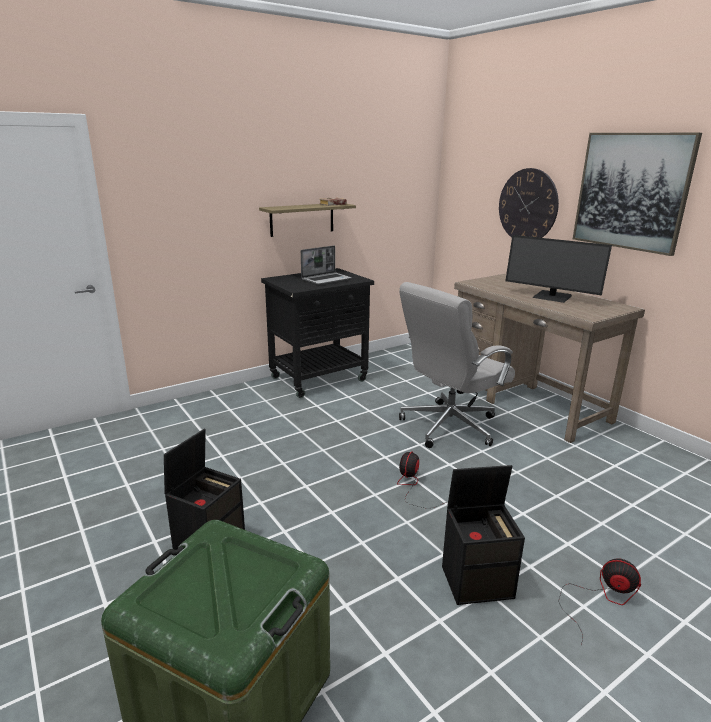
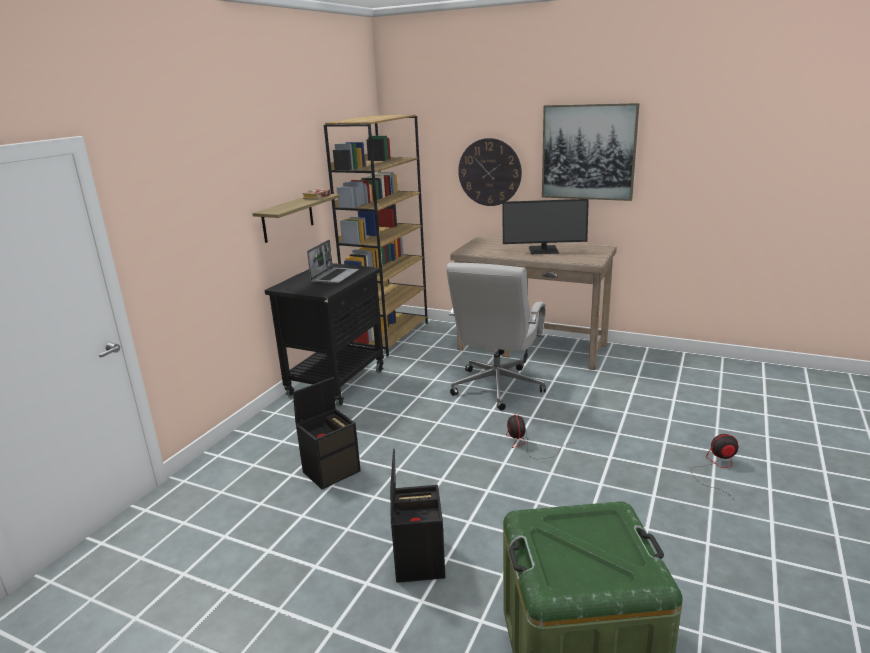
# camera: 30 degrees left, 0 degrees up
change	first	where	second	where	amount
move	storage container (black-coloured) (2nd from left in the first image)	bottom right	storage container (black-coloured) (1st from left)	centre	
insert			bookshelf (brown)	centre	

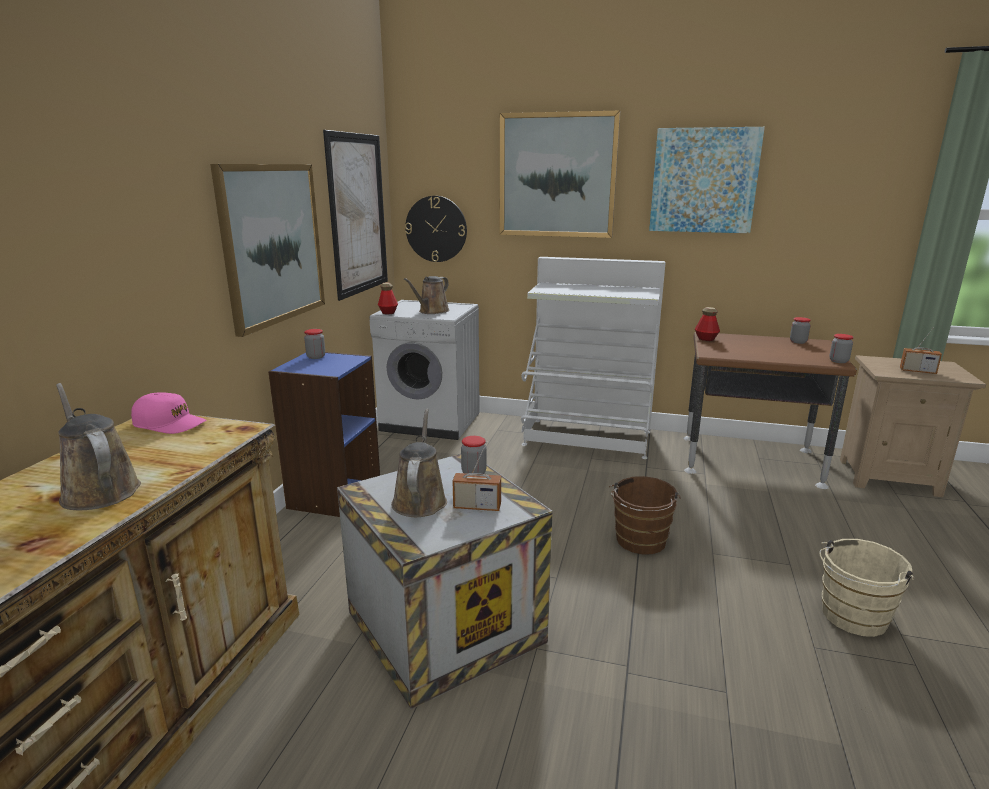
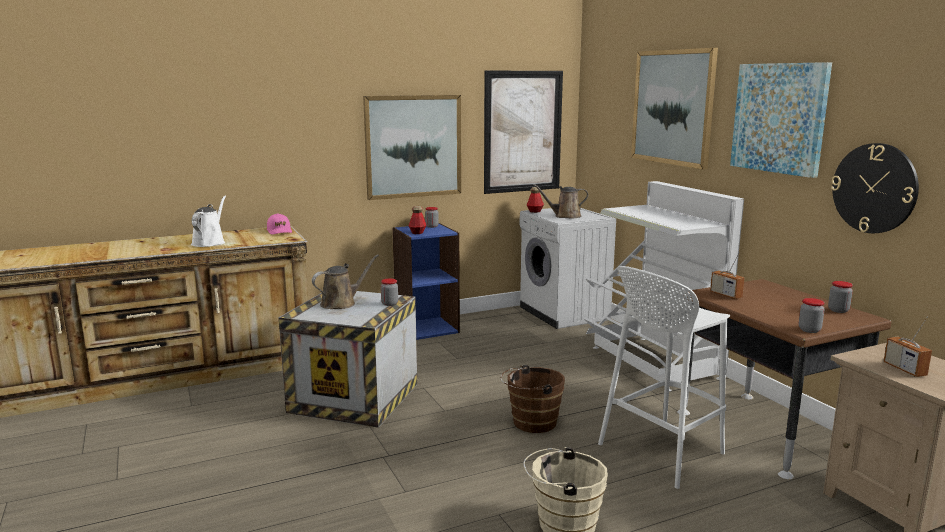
# camera: 50 degrees right, 5 degrees down
change	first	where	second	where	amount
recolor	watering can (brown) (1st from left)	middle left	watering can (white)	middle left	
move	wall clock	top centre		middle right	
move	radio set (1st from left)	centre		middle right	
move	drink bottle (2nd from left in the first image)	middle right	drink bottle (1st from left)	centre	
insert			stool seat (white)	bottom right	

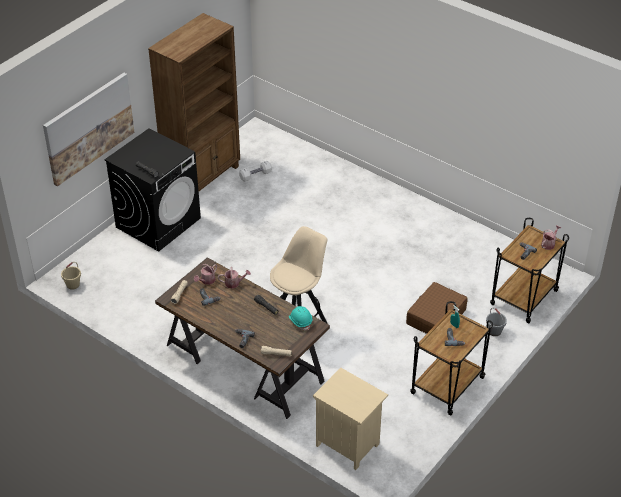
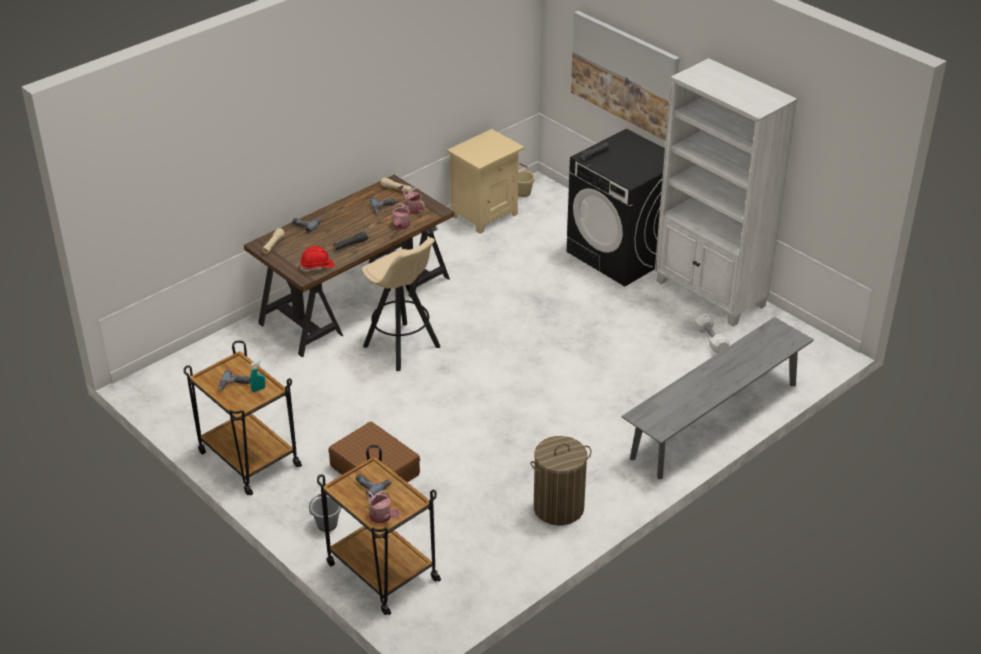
# camera: 100 degrees right, 5 degrees down
change	first	where	second	where	amount
recolor	bookshelf (brown)	top left	bookshelf (white)	top right	
recolor	safety helmet (blue-green)	centre	safety helmet (red-coloured)	middle left	
move	bedside table (beige-coloured)	bottom centre		top centre	
insert			hamper	bottom centre	
insert			bench (greyish)	middle right	

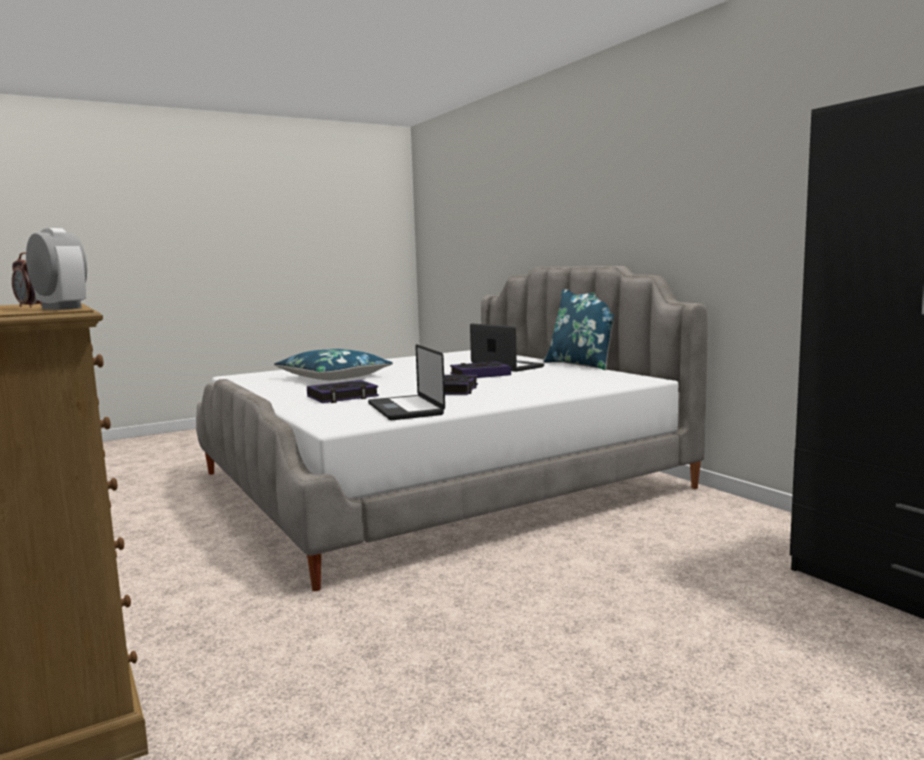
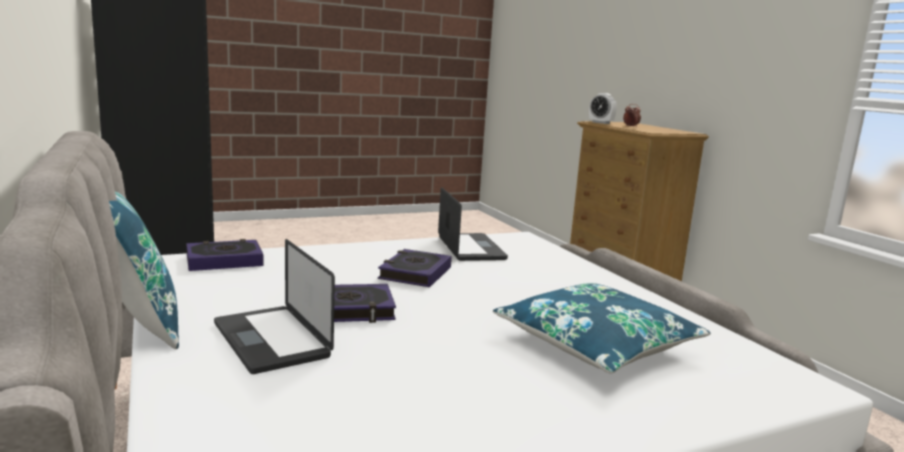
# camera: 175 degrees left, 5 degrees up
change	first	where	second	where	amount
move	book (1st from left)	centre		middle left	

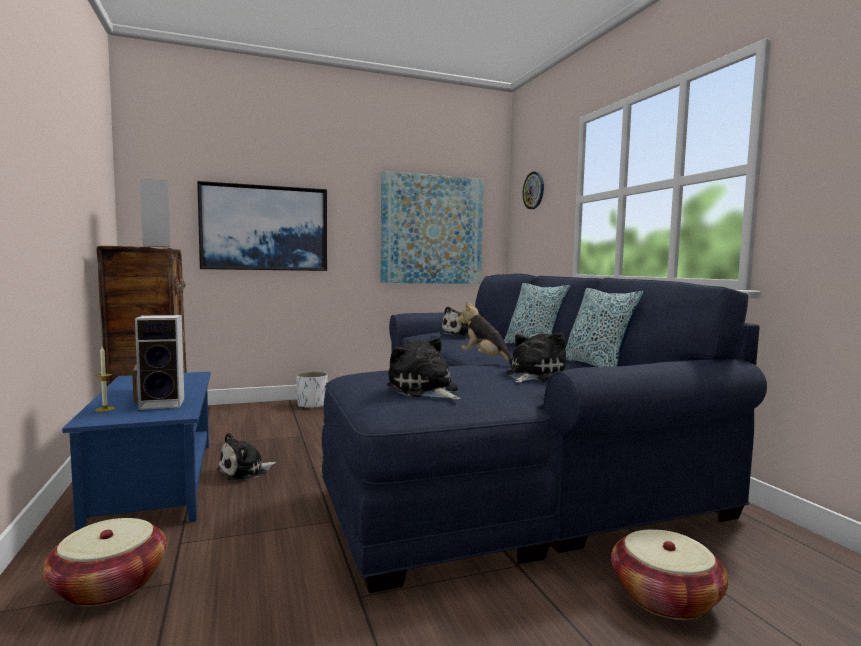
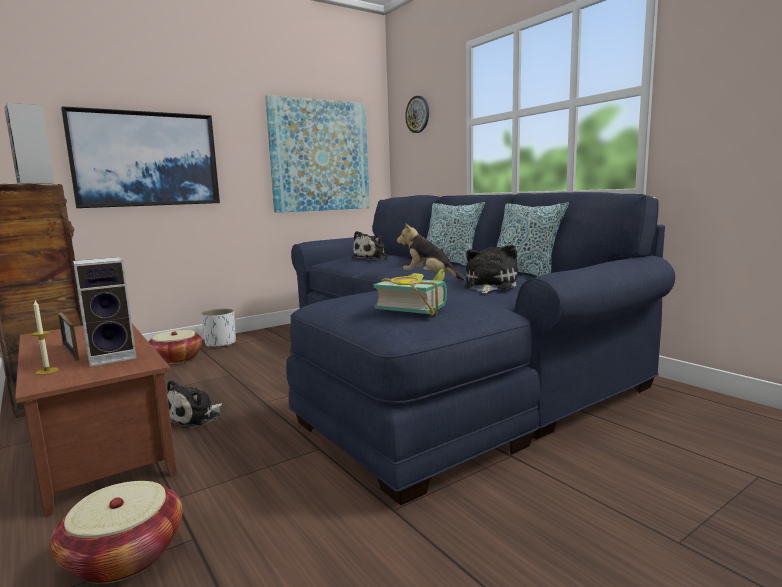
# camera: 15 degrees left, 5 degrees up
change	first	where	second	where	amount
recolor	low table (bluish)	bottom left	low table (brown)	bottom left	
replace	plush toy (2nd from left)	centre	book	centre	
move	household basket (2nd from left)	bottom right		middle left	

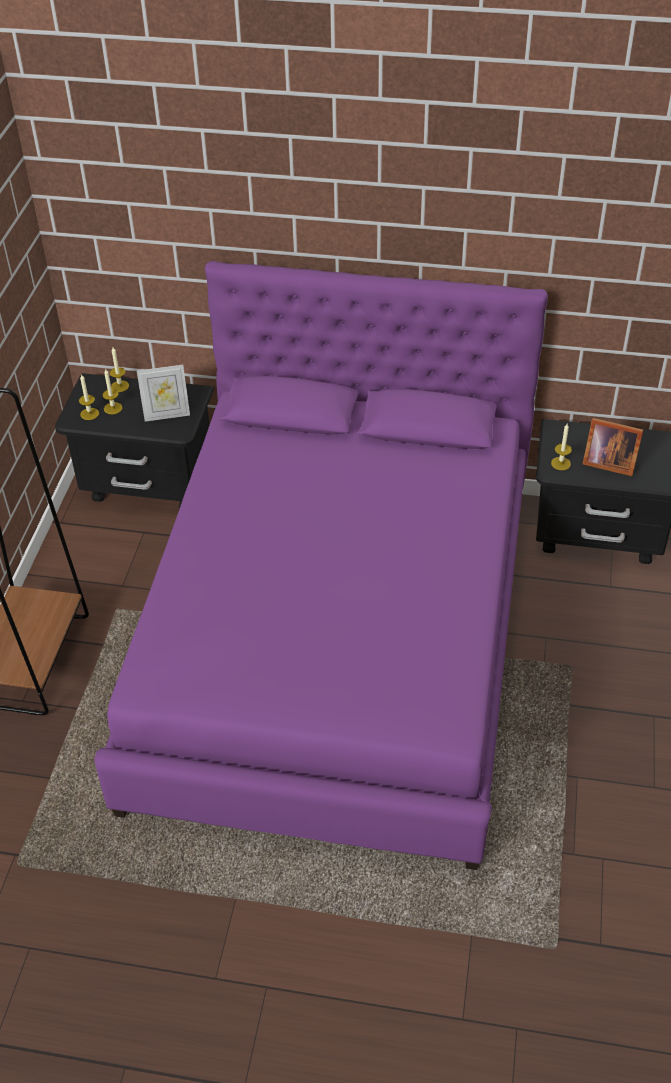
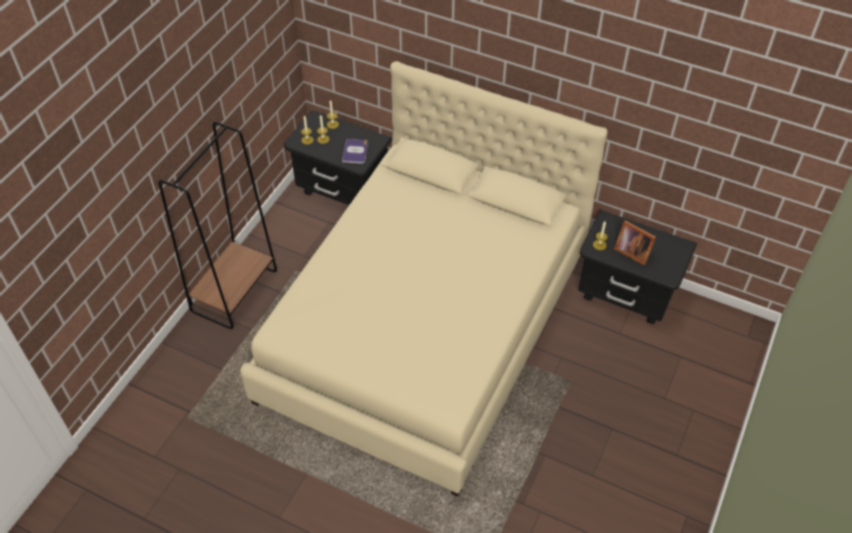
# camera: 15 degrees right, 5 degrees up
change	first	where	second	where	amount
recolor	bedroom bed (purple)	centre	bedroom bed (beige-coloured)	centre	
replace	photo frame (1st from left)	middle left	book	top centre	

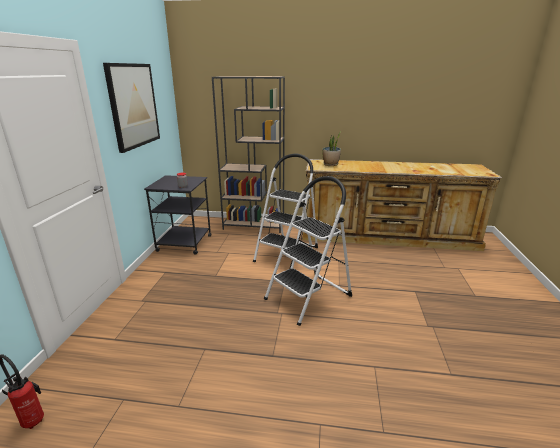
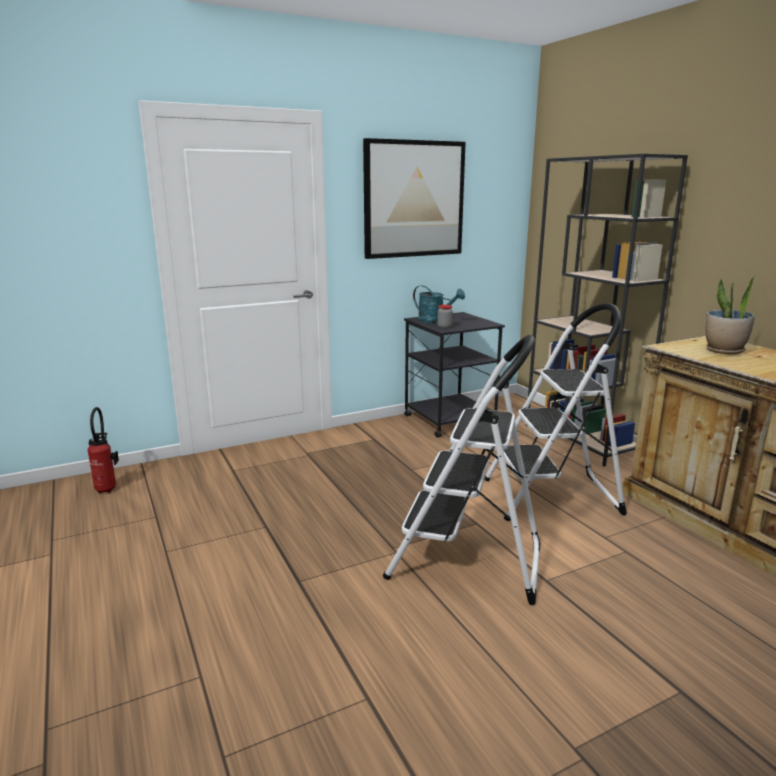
# camera: 55 degrees right, 5 degrees down
change	first	where	second	where	amount
insert			watering can (blue-green)	centre	

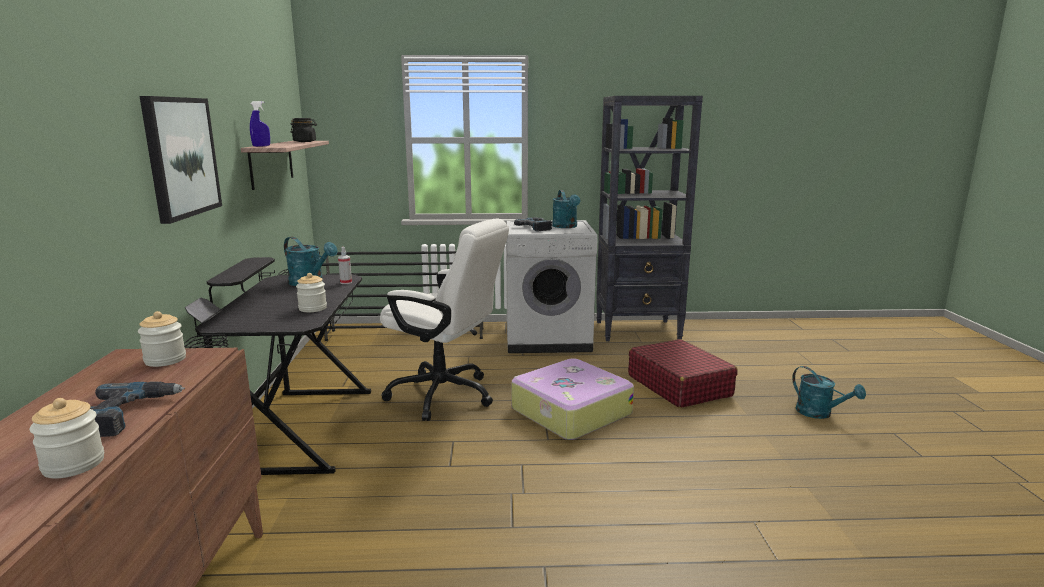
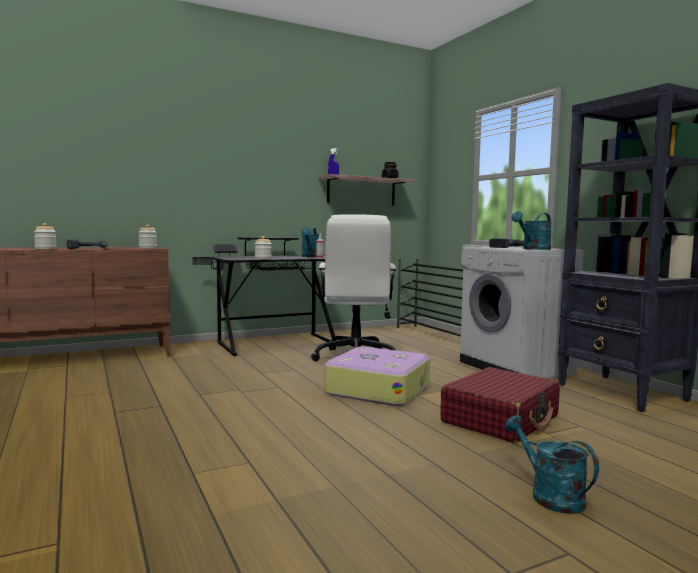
# camera: 65 degrees right, 10 degrees down
change	first	where	second	where	amount
delete	picture	top left			
rotate	watering can (blue-green) (3rd from left)	bottom right		bottom right	120 degrees clockwise

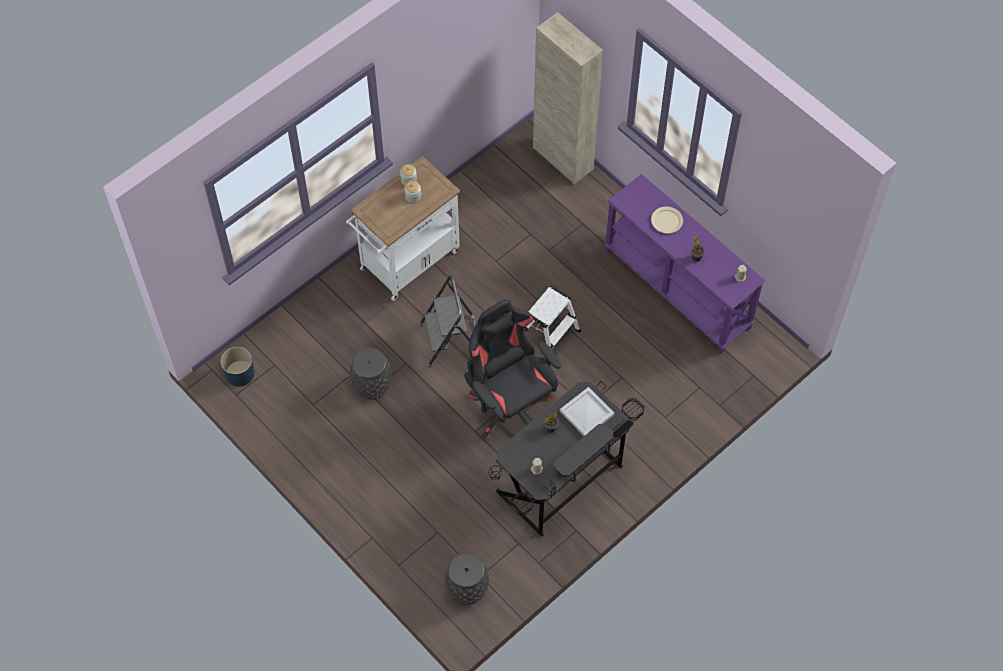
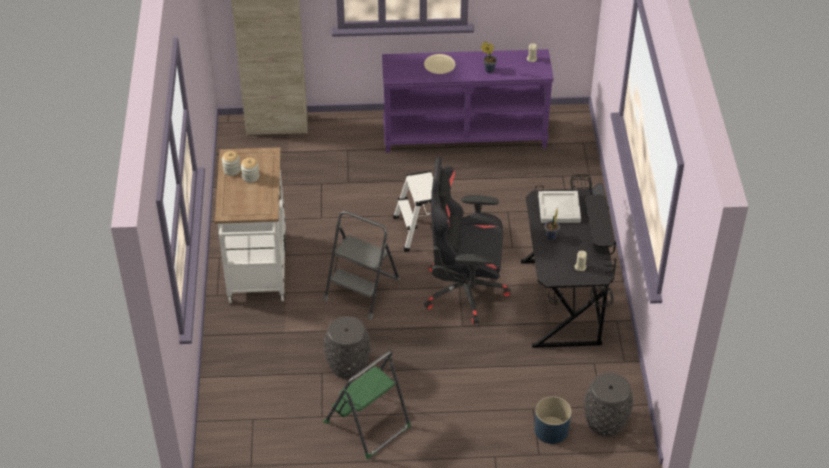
# camera: 50 degrees left, 15 degrees down
change	first	where	second	where	amount
move	plant pot (bluish)	middle left		bottom right	
insert			step ladder (green-coloured)	bottom centre	

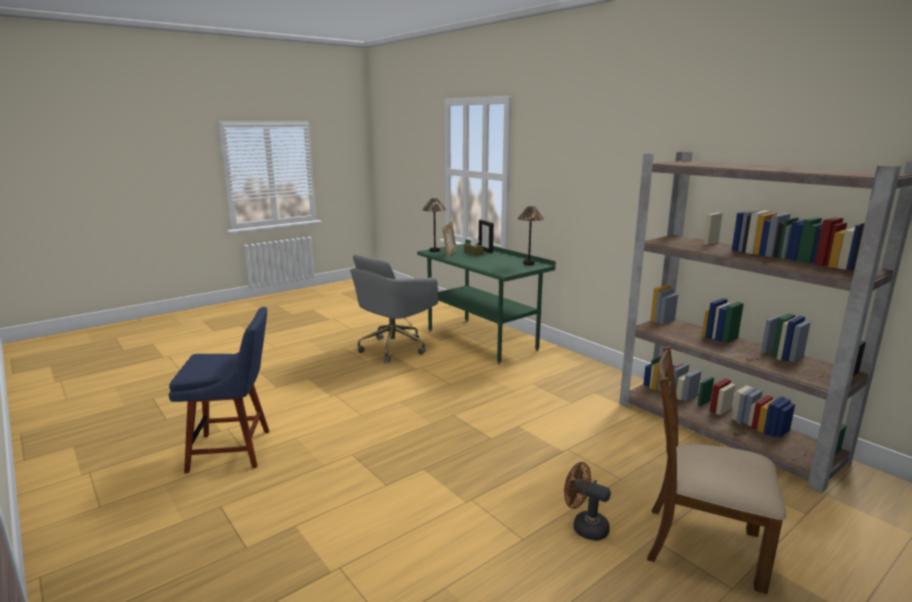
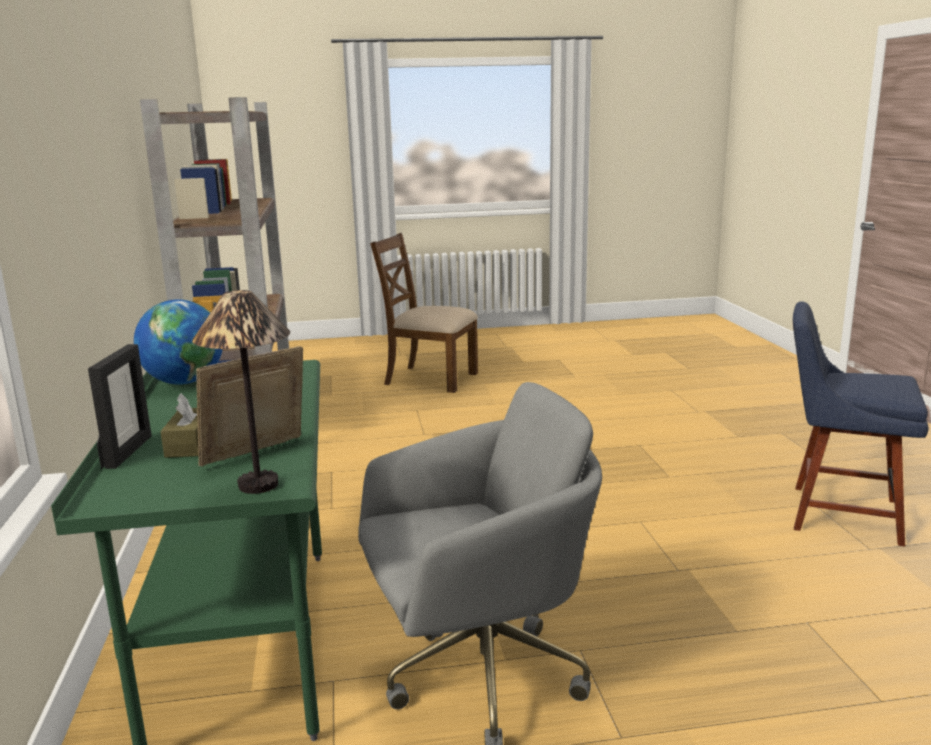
# camera: 150 degrees left, 0 degrees up
change	first	where	second	where	amount
replace	table lamp (2nd from left)	centre	world globe	middle left	
delete	fan (brown)	bottom centre			
rotate	chair (brown)	bottom right		centre	150 degrees clockwise

